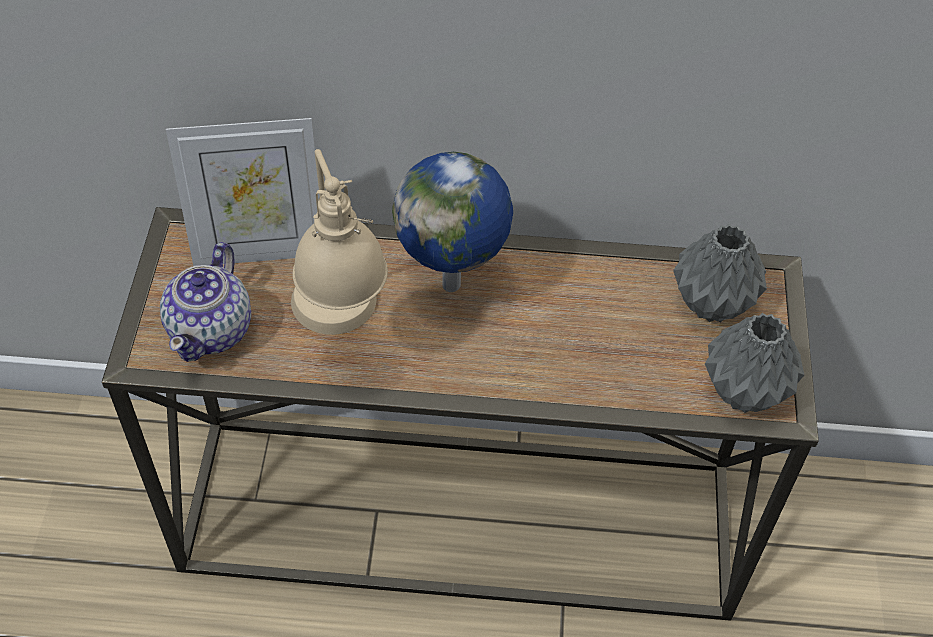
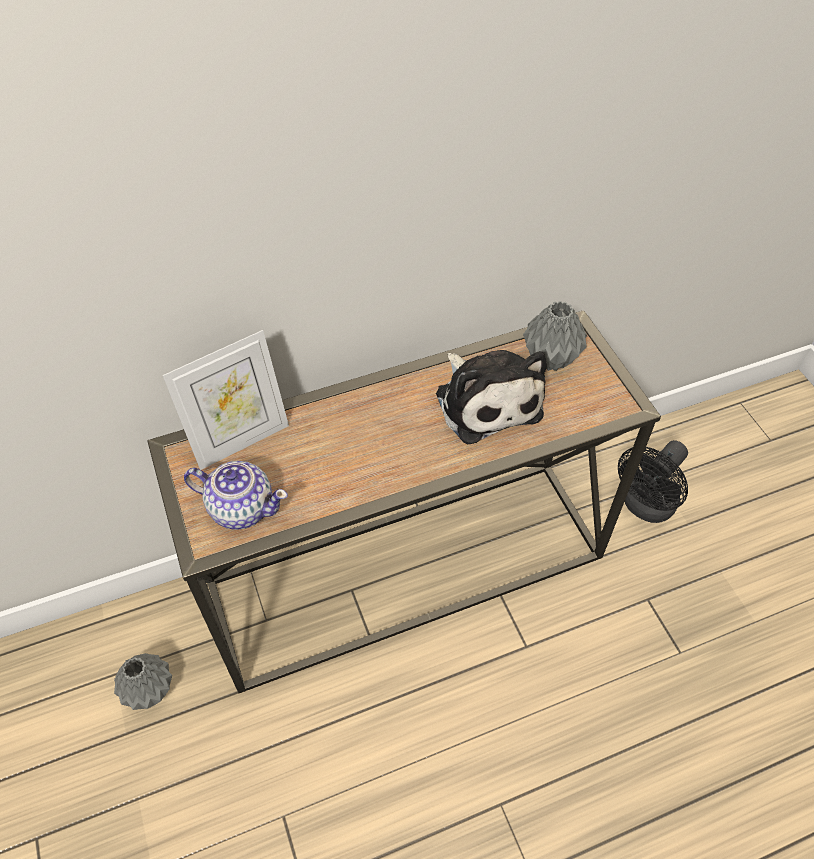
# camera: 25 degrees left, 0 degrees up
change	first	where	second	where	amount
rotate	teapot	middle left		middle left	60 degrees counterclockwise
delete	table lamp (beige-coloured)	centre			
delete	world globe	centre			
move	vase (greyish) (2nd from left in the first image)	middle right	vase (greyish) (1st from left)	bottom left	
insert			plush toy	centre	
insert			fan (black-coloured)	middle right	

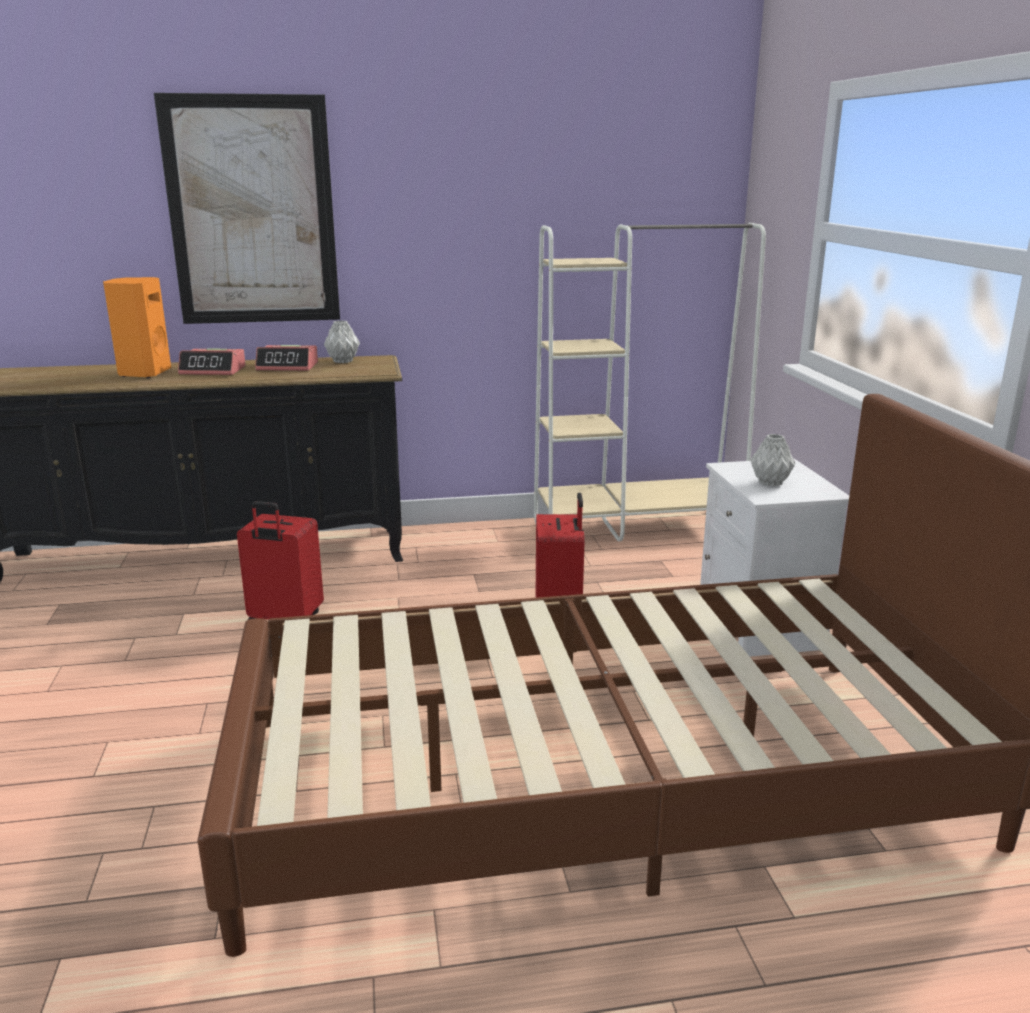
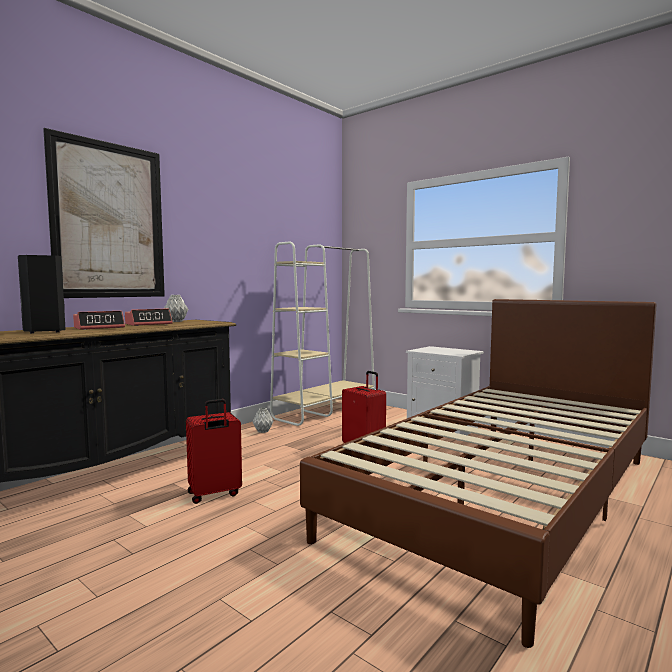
# camera: 40 degrees left, 15 degrees down
change	first	where	second	where	amount
recolor	audio speaker (orange-coloured)	top left	audio speaker (black-coloured)	middle left	
move	vase (greyish) (2nd from left)	middle right		centre	

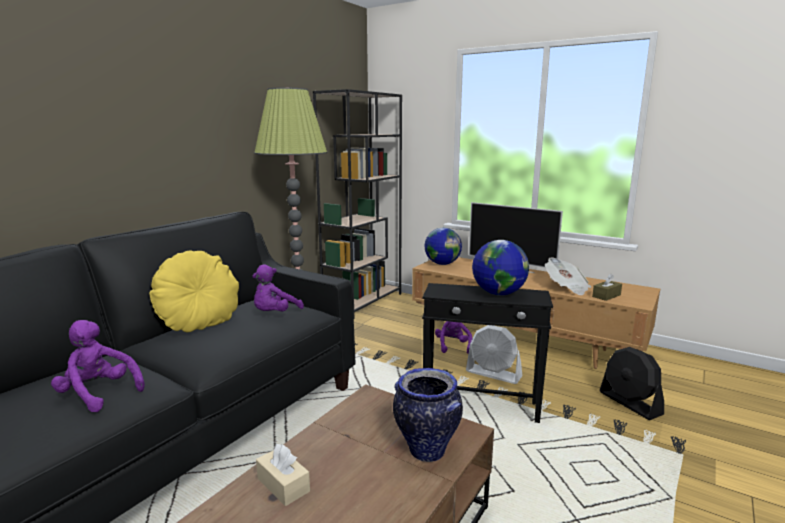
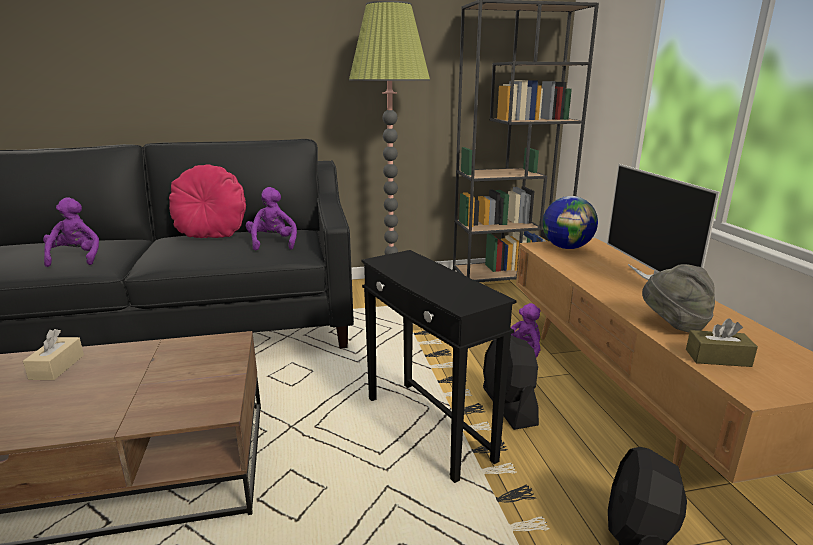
# camera: 45 degrees right, 5 degrees up
change	first	where	second	where	amount
recolor	cushion (yellow-coloured)	middle left	cushion (pink)	middle left	
rotate	plush toy (purple) (2nd from left)	centre		centre	90 degrees clockwise
delete	vase	bottom centre			
recolor	fan (white)	bottom centre	fan (black-coloured) (1st from left)	bottom centre	
delete	world globe (2nd from left)	centre			
replace	daily paper	middle right	wearable hat (greyish)	middle right	

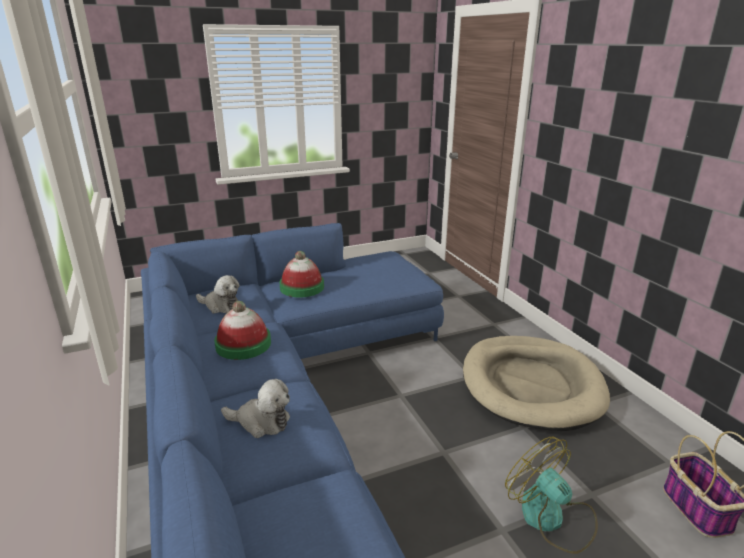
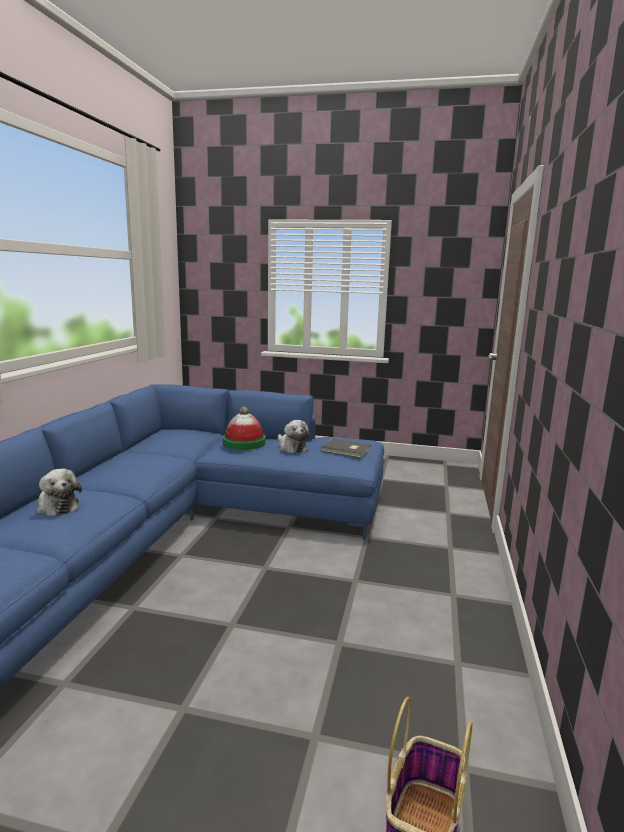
# camera: 35 degrees right, 10 degrees down
change	first	where	second	where	amount
move	plush toy (1st from left in the first image)	middle left	plush toy (2nd from left)	centre	
delete	wearable hat (1st from left)	middle left			
delete	dog bed (beige-coloured)	bottom right			
delete	fan	bottom right			
insert			book (greyish)	centre	

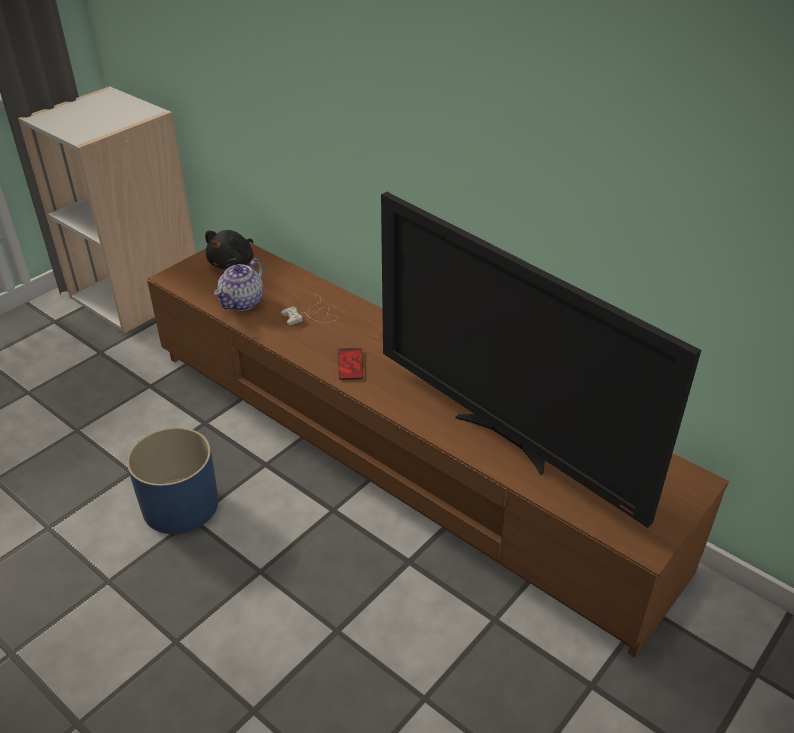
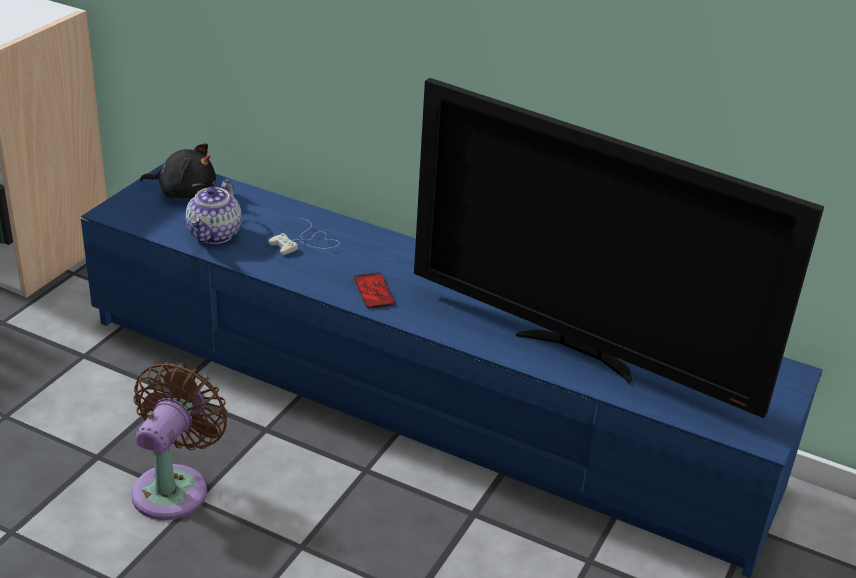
# camera: 15 degrees left, 5 degrees down
change	first	where	second	where	amount
replace	plant pot (bluish)	middle left	fan (brown)	bottom left	
recolor	tv unit (brown)	centre	tv unit (bluish)	centre	
rotate	plush toy (black-coloured)	middle left		top left	90 degrees counterclockwise

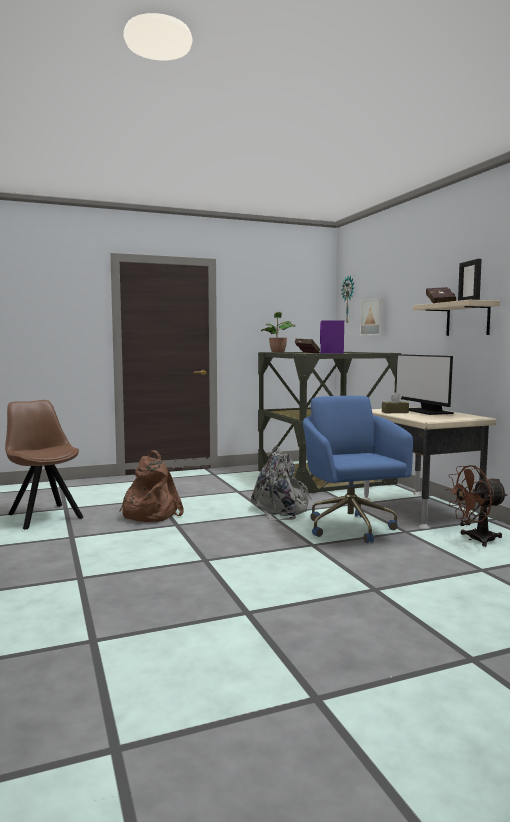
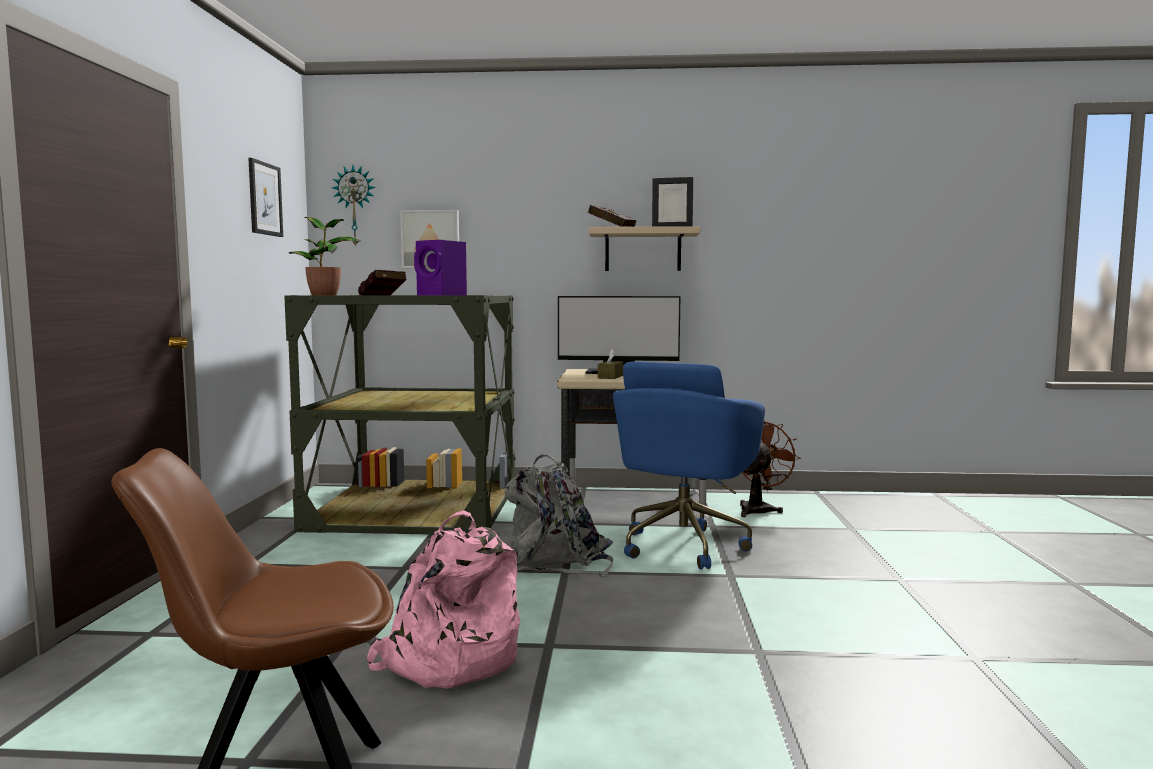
# camera: 65 degrees left, 0 degrees up
change	first	where	second	where	amount
recolor	rucksack (brown)	middle left	rucksack (pink)	bottom centre	
rotate	computer chair (bluish)	middle right		centre	75 degrees counterclockwise
rotate	fan (brown)	middle right		middle right	150 degrees counterclockwise
insert			picture (1st from left)	top left	

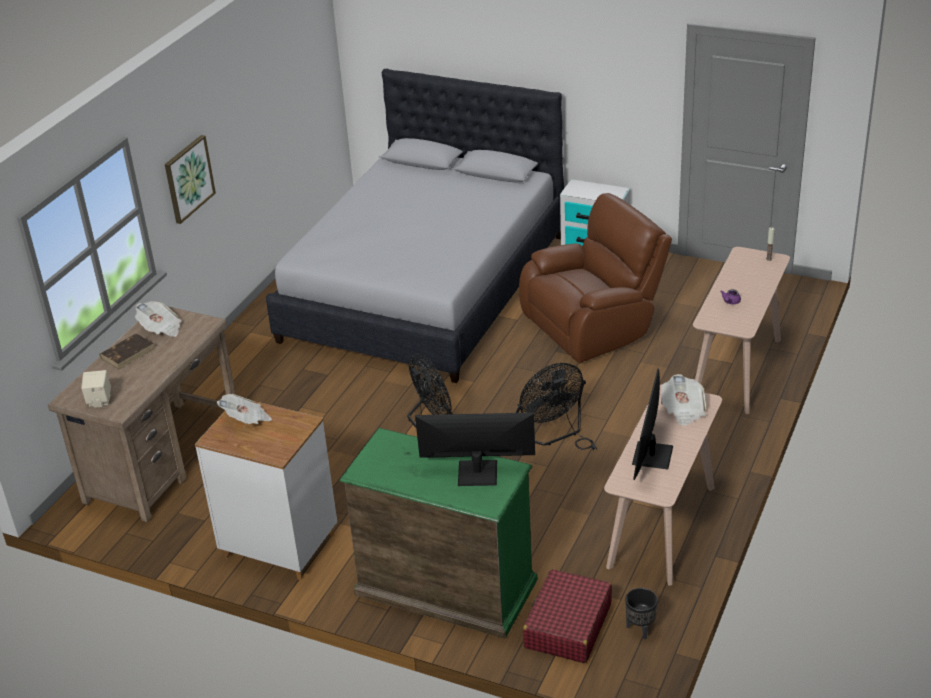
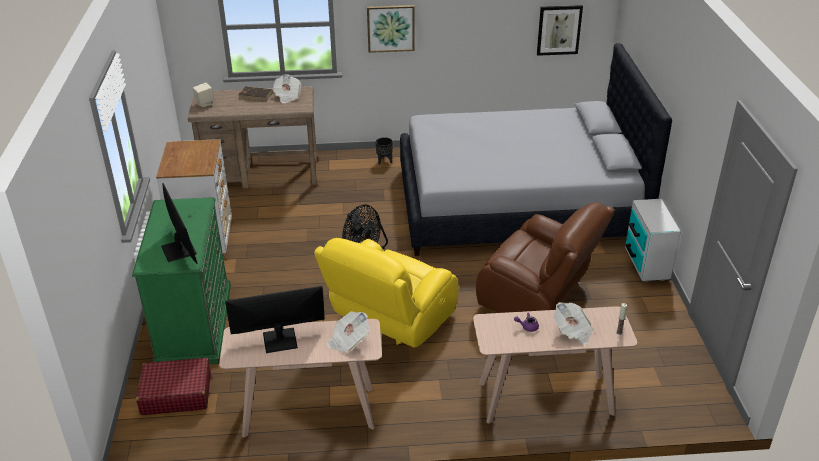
# camera: 60 degrees right, 0 degrees up
change	first	where	second	where	amount
move	daily paper (2nd from left in the first image)	middle left	daily paper (3rd from left)	bottom right	
replace	fan (black-coloured) (2nd from left)	centre	lounge chair (yellow-coloured)	centre	
move	plant pot (black-coloured)	bottom right		top centre	
insert			picture (2nd from left)	top right	

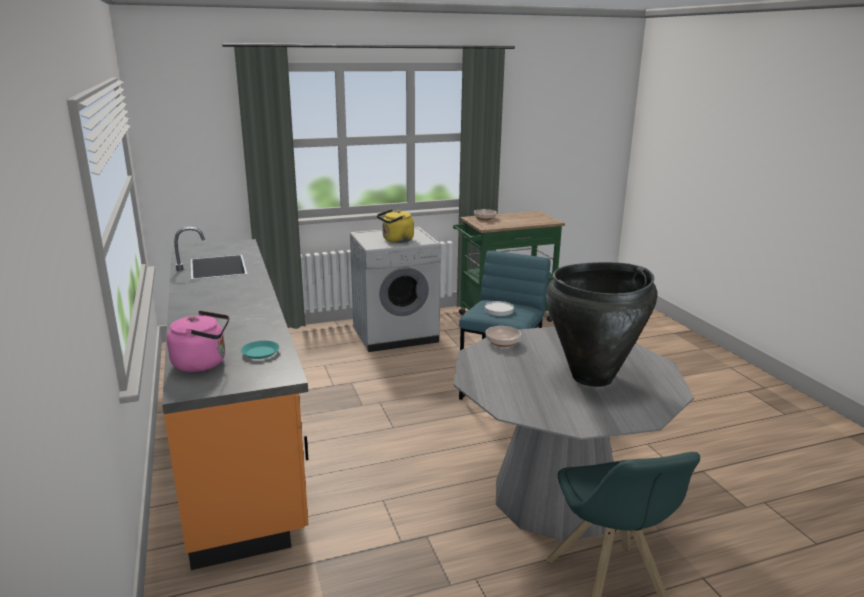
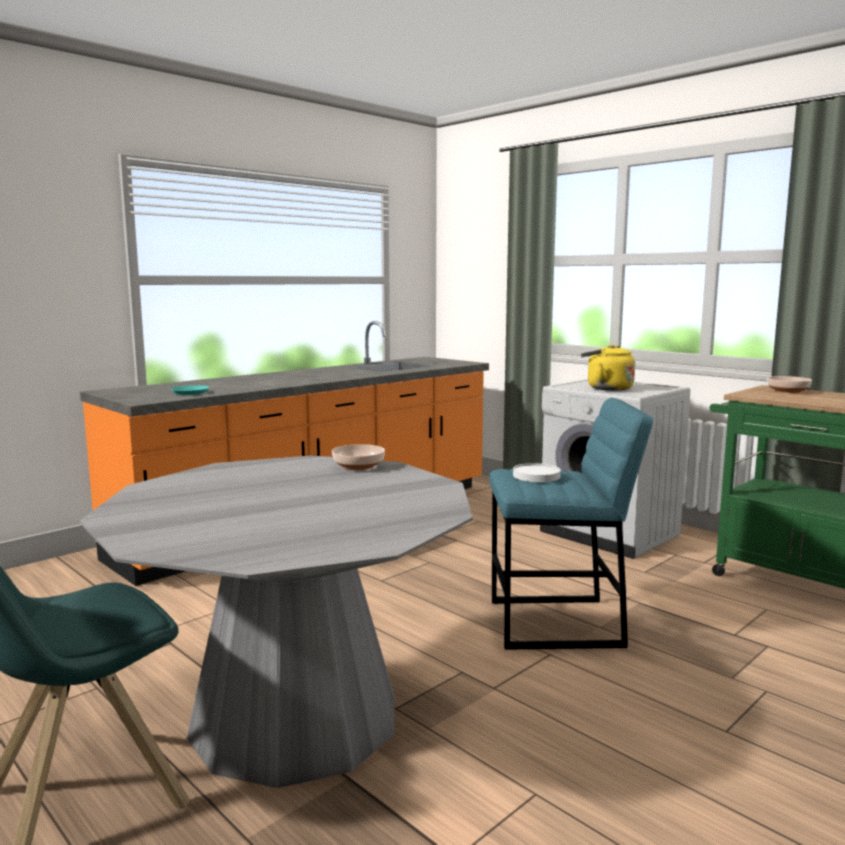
# camera: 65 degrees right, 10 degrees down
change	first	where	second	where	amount
delete	water kettle (pink)	middle left			
delete	vase (black-coloured)	middle right			

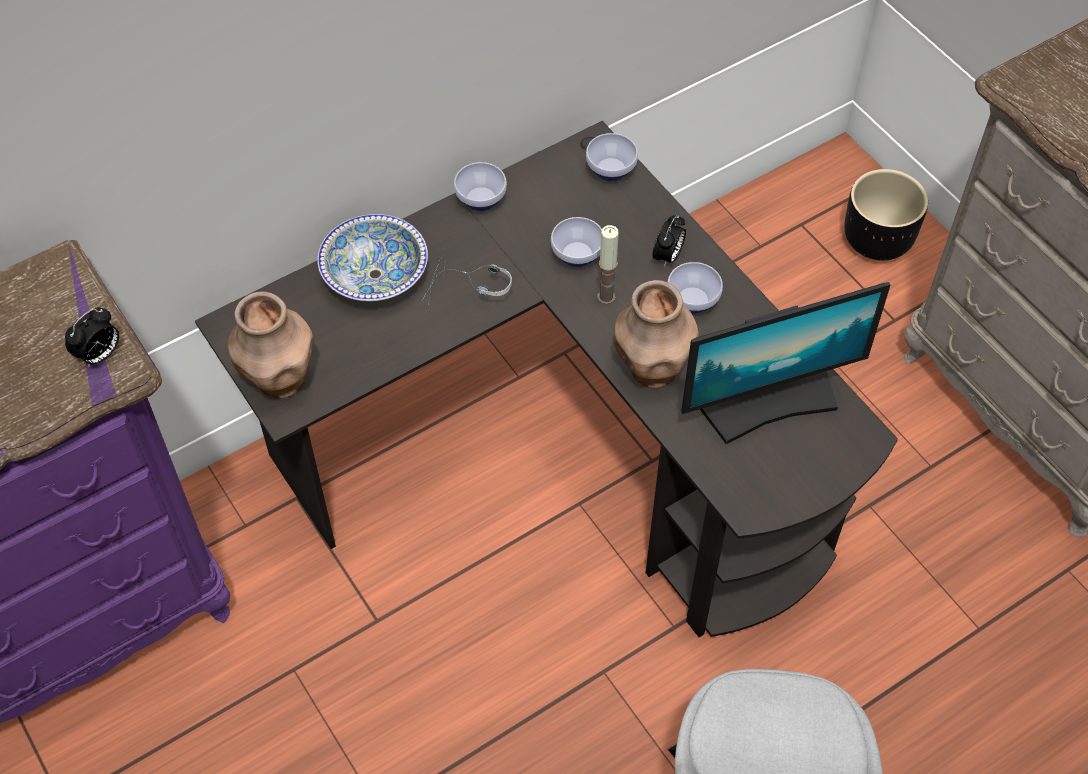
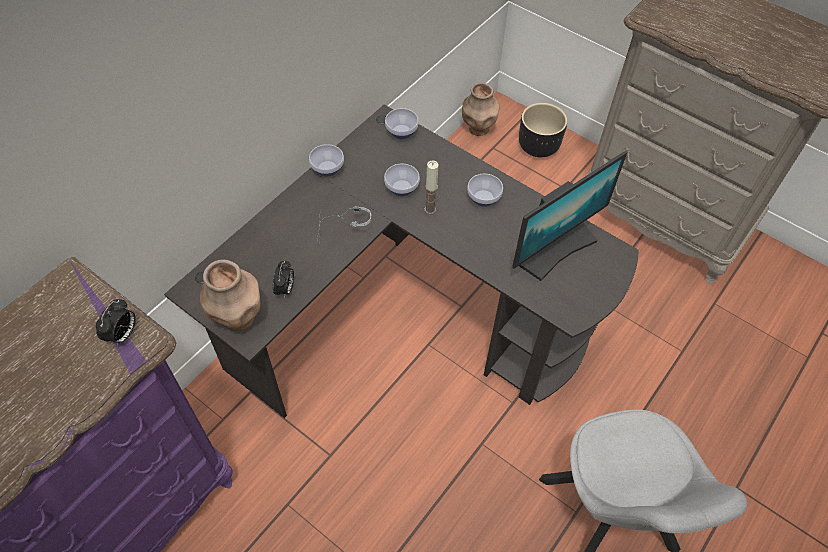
# camera: 20 degrees left, 0 degrees up
change	first	where	second	where	amount
delete	bowl (1st from left)	top centre			
move	vase (brown) (2nd from left)	centre		top centre	
move	alarm clock (2nd from left)	top centre		centre	

